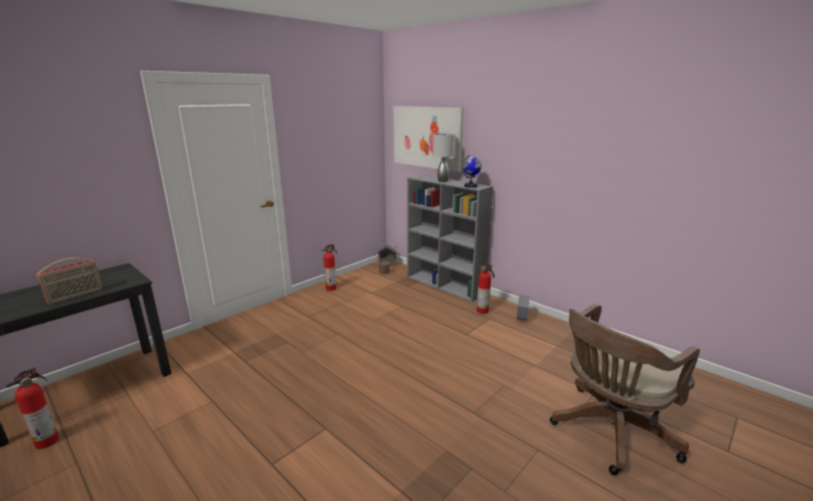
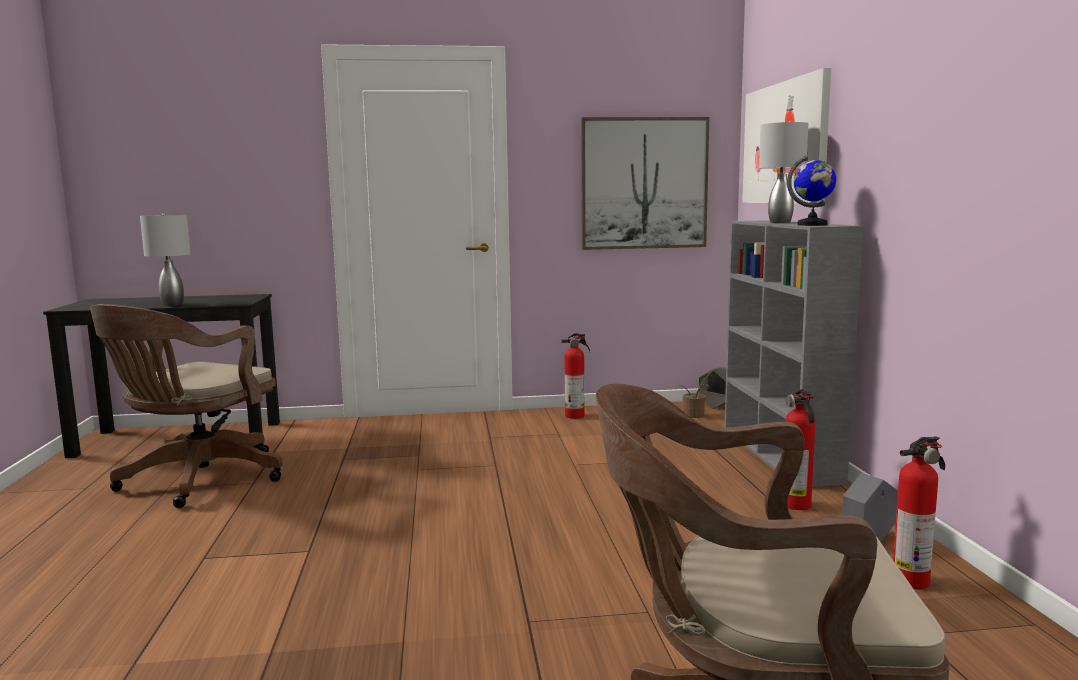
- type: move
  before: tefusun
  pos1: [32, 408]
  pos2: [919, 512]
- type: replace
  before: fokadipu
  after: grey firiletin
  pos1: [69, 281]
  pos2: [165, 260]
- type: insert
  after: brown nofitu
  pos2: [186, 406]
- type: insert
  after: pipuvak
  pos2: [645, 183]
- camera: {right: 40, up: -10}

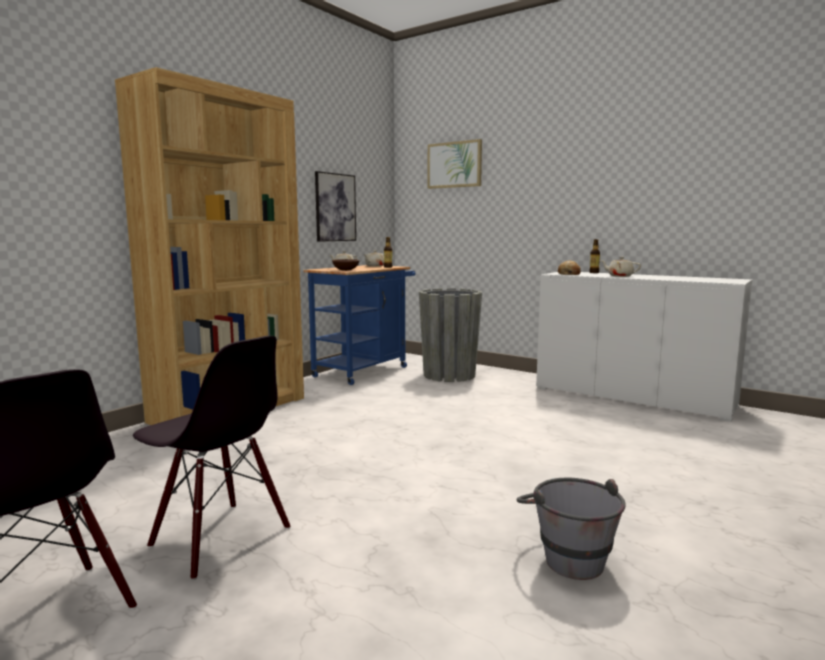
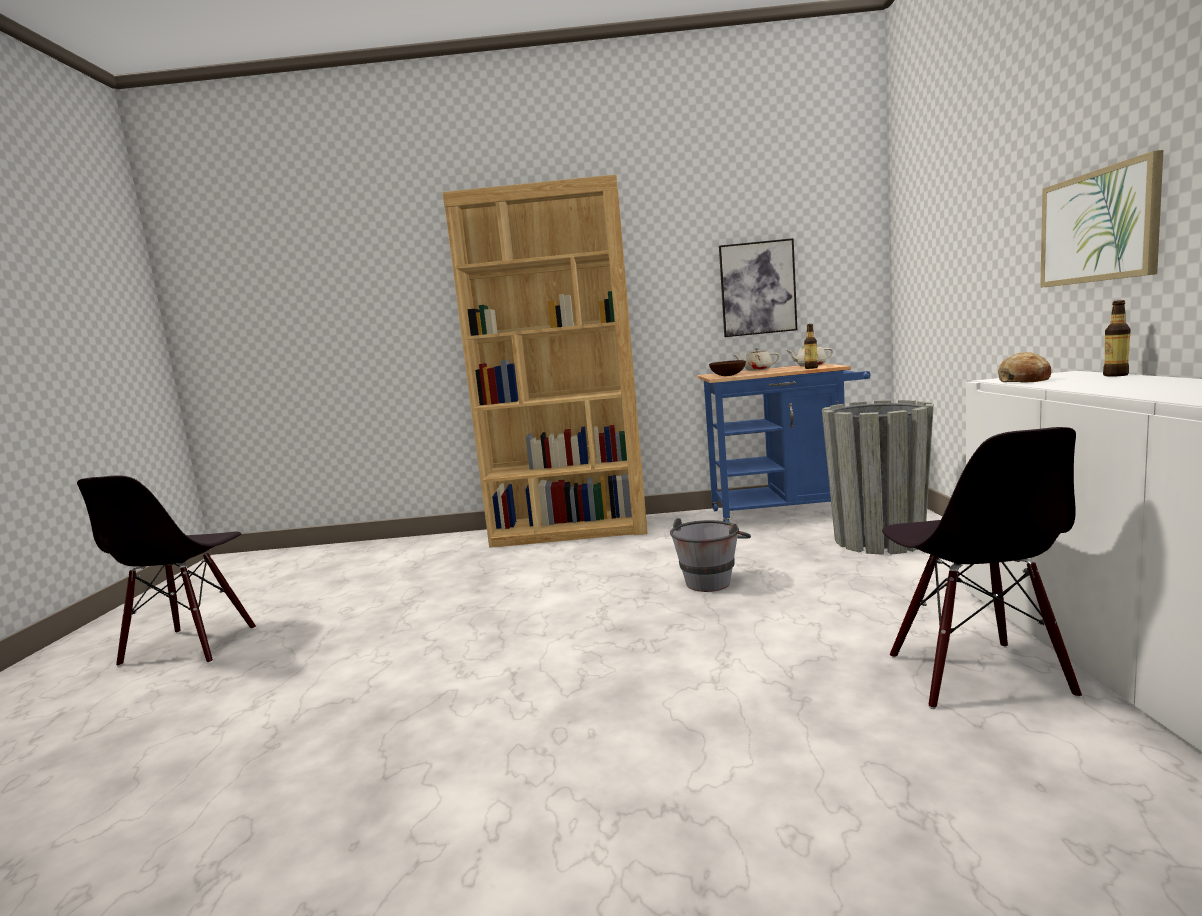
- type: move
  before: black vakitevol
  pos1: [211, 458]
  pos2: [982, 568]
- type: move
  before: pipuvak
  pos1: [454, 164]
  pos2: [1101, 219]
- type: move
  before: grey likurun
  pos1: [571, 529]
  pos2: [710, 555]
- type: delete
  before: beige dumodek
  pos1: [620, 267]
- camera: {right: 55, up: 0}

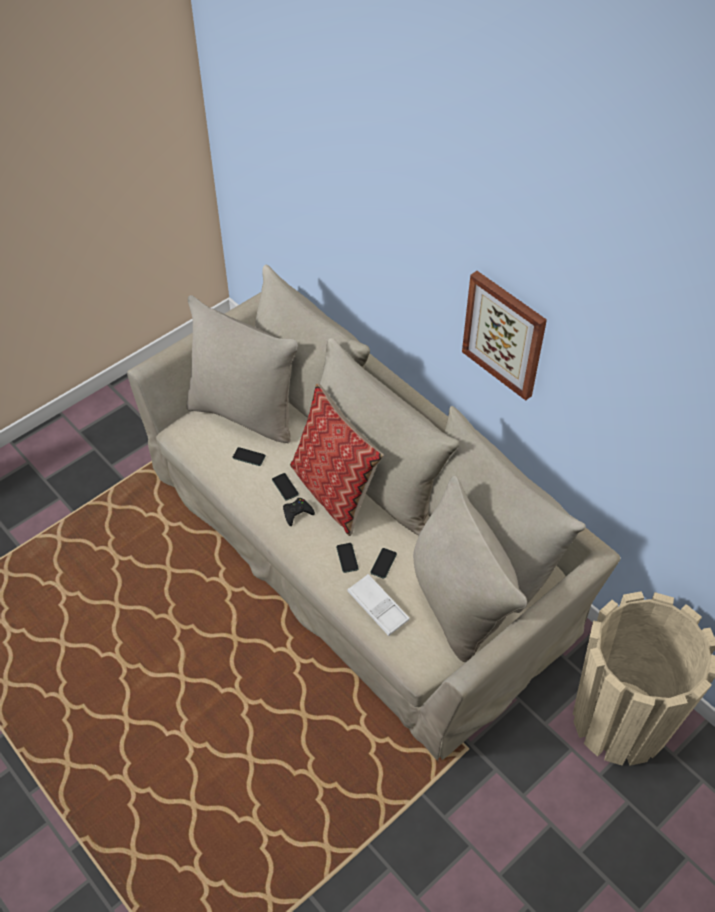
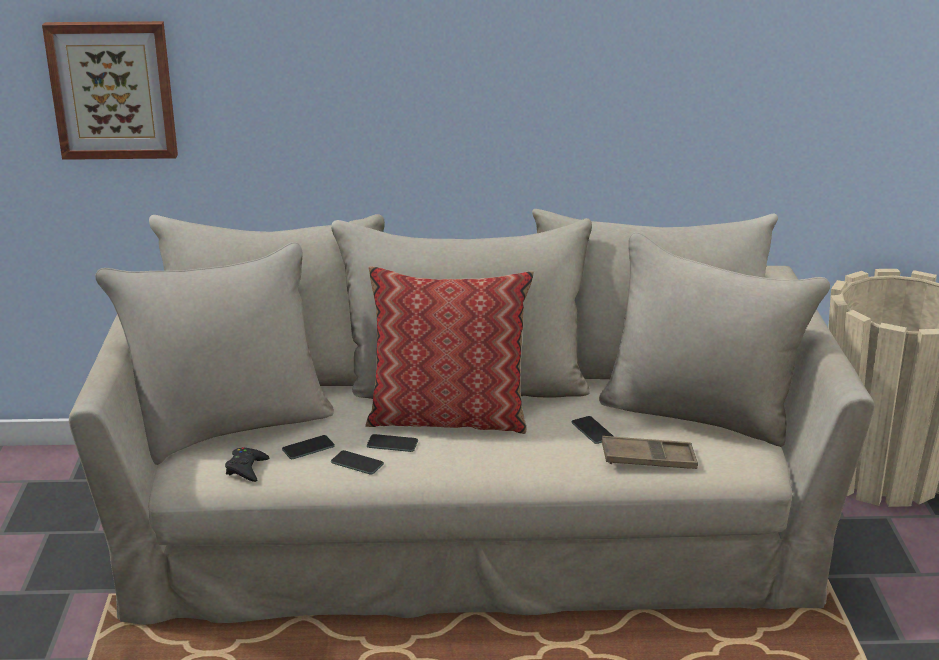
- type: move
  before: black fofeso
  pos1: [299, 512]
  pos2: [247, 464]
- type: move
  before: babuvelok
  pos1: [347, 558]
  pos2: [357, 462]
- type: recolor
  before: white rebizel
  after: brown rebizel
  pos1: [379, 605]
  pos2: [650, 452]
- type: move
  before: pipuvak
  pos1: [504, 335]
  pos2: [110, 90]
- camera: {right: -50, up: -25}

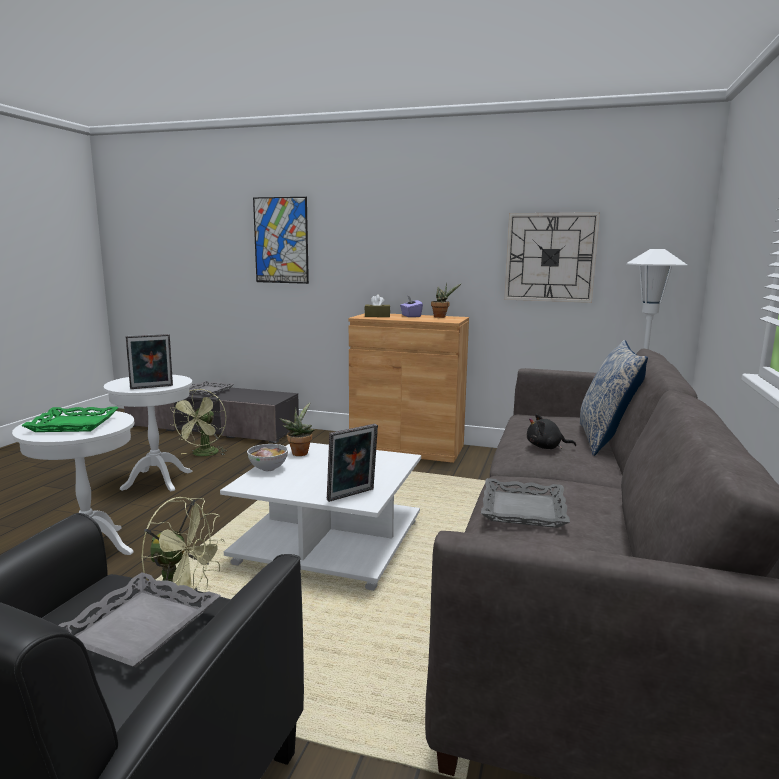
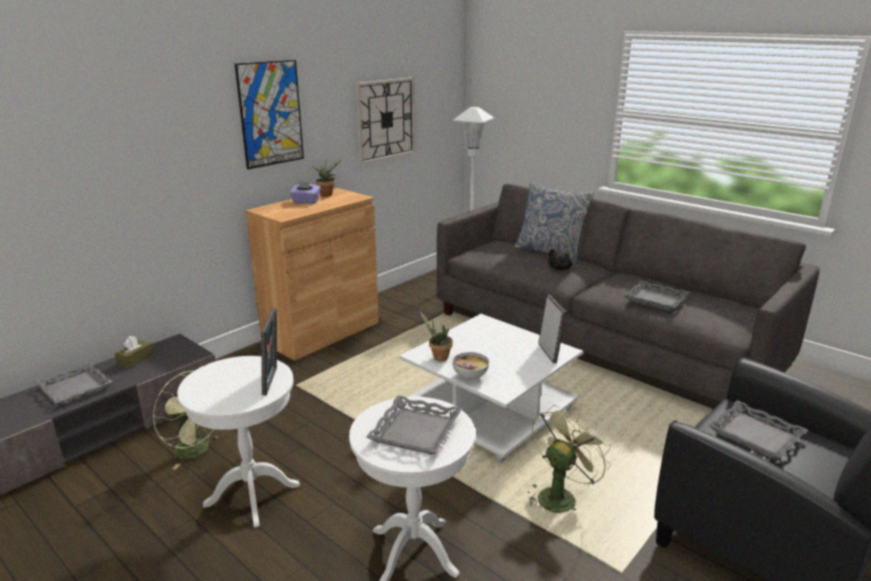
- type: recolor
  before: green rebizel
  after: grey rebizel
  pos1: [70, 419]
  pos2: [414, 425]
- type: move
  before: pipuvak
  pos1: [281, 240]
  pos2: [269, 114]
- type: move
  before: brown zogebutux
  pos1: [377, 306]
  pos2: [134, 352]
- camera: {right: -65, up: 10}

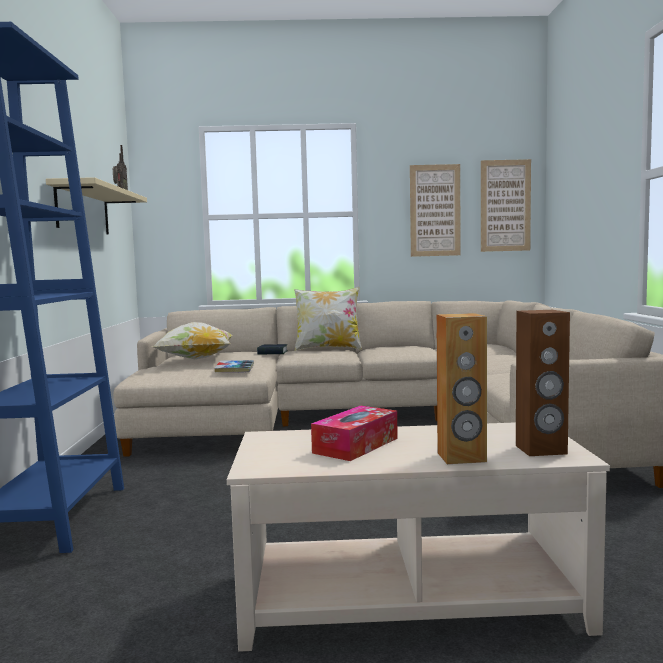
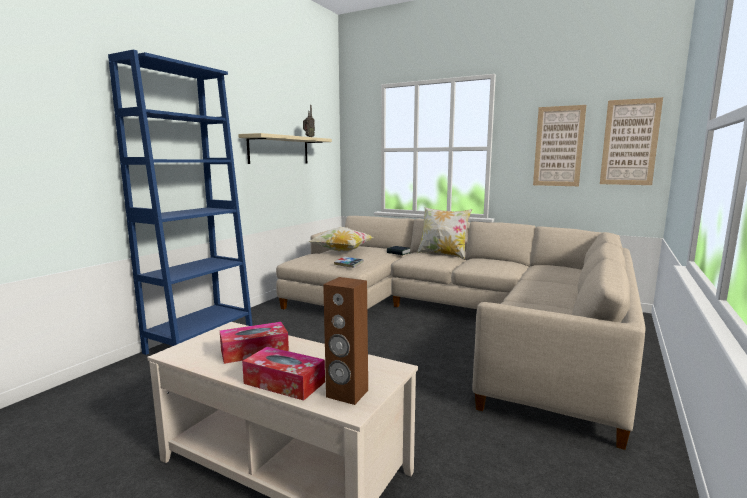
- type: replace
  before: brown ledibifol
  after: zogebutux
  pos1: [461, 388]
  pos2: [283, 374]
- camera: {right: 30, up: 5}

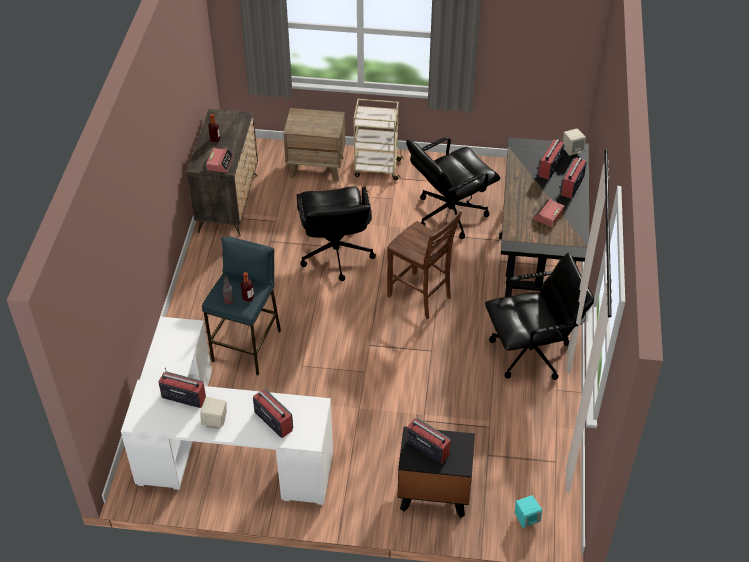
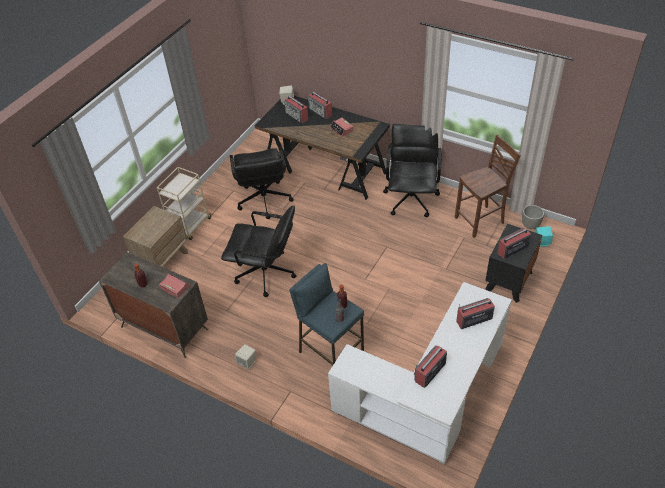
- type: move
  before: beige ledibifol
  pos1: [213, 413]
  pos2: [246, 356]
- type: move
  before: brown vakitevol
  pos1: [424, 264]
  pos2: [488, 186]
- type: insert
  after: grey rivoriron
  pos2: [533, 217]
- camera: {right: -65, up: 0}

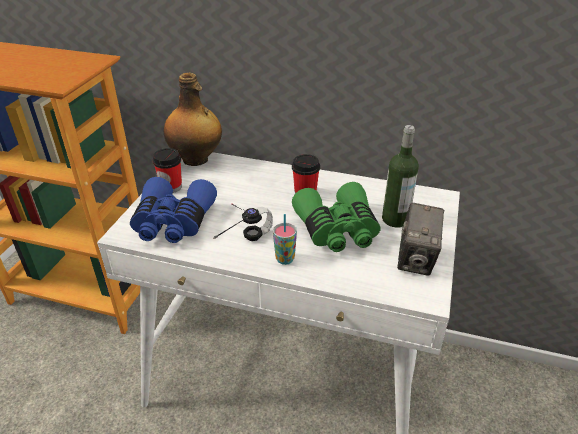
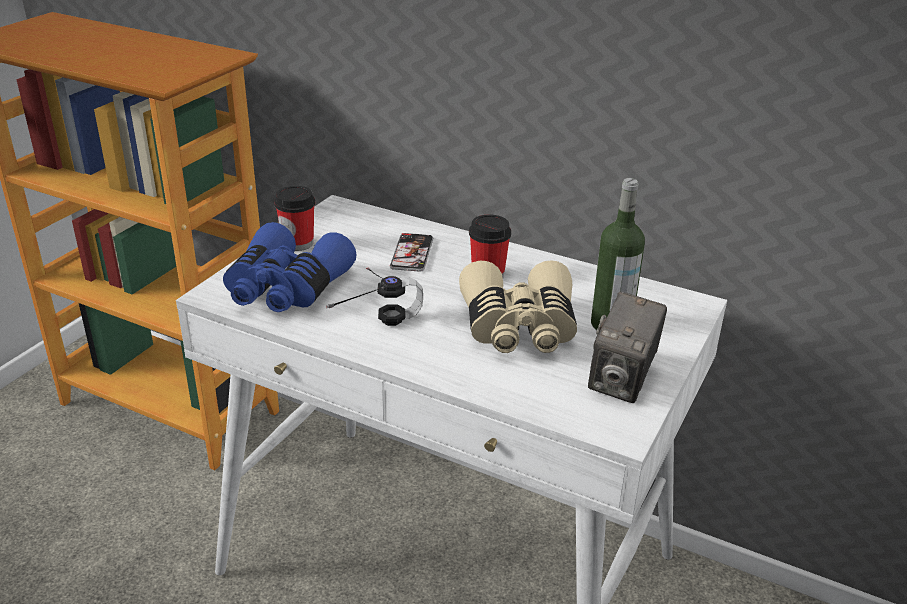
- type: delete
  before: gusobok
  pos1: [193, 119]
- type: delete
  before: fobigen
  pos1: [285, 239]
- type: recolor
  before: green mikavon
  after: beige mikavon
  pos1: [336, 217]
  pos2: [518, 306]
- type: insert
  after: babuvelok
  pos2: [411, 252]
- camera: {right: 10, up: -5}

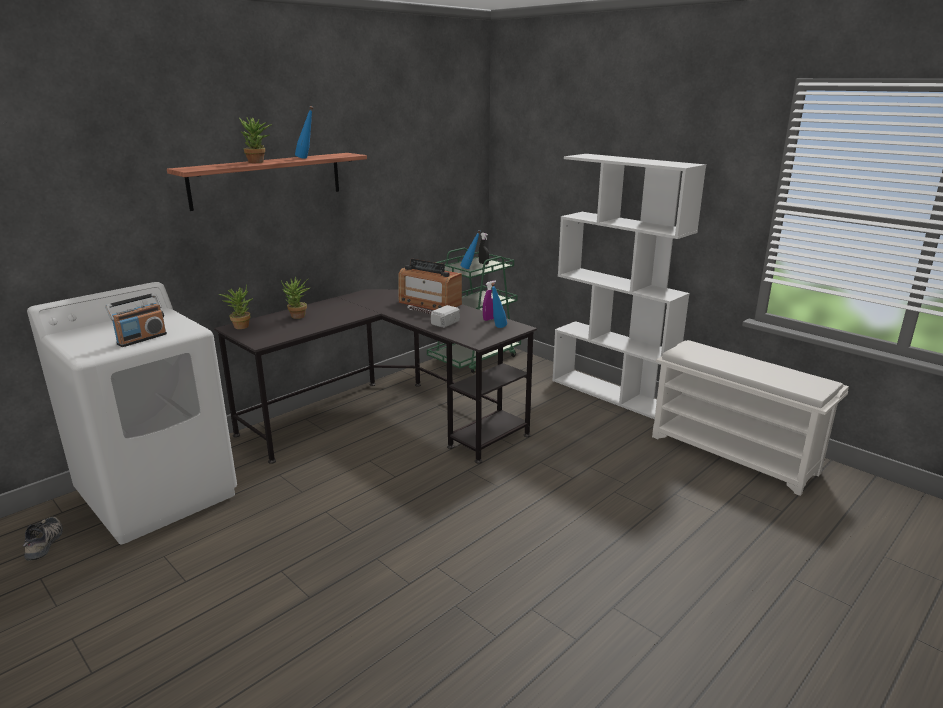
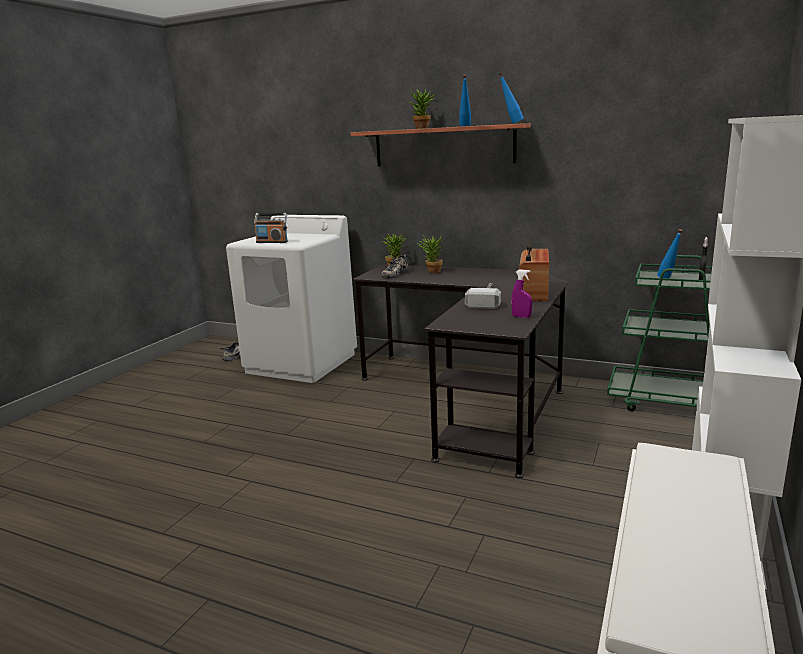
- type: move
  before: blue gusobok
  pos1: [499, 305]
  pos2: [511, 98]
- type: insert
  after: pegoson
  pos2: [395, 266]
- camera: {right: 70, up: -5}

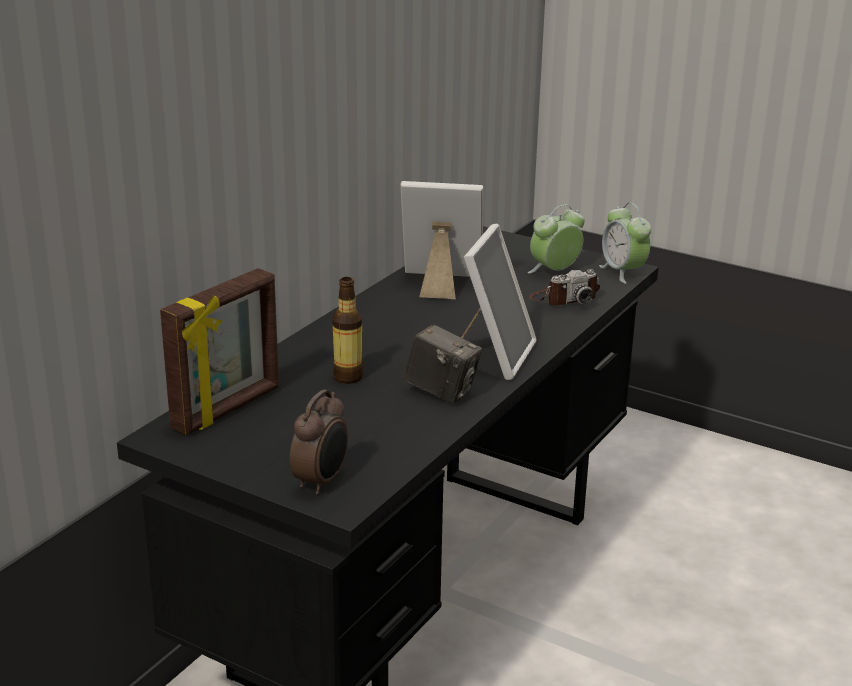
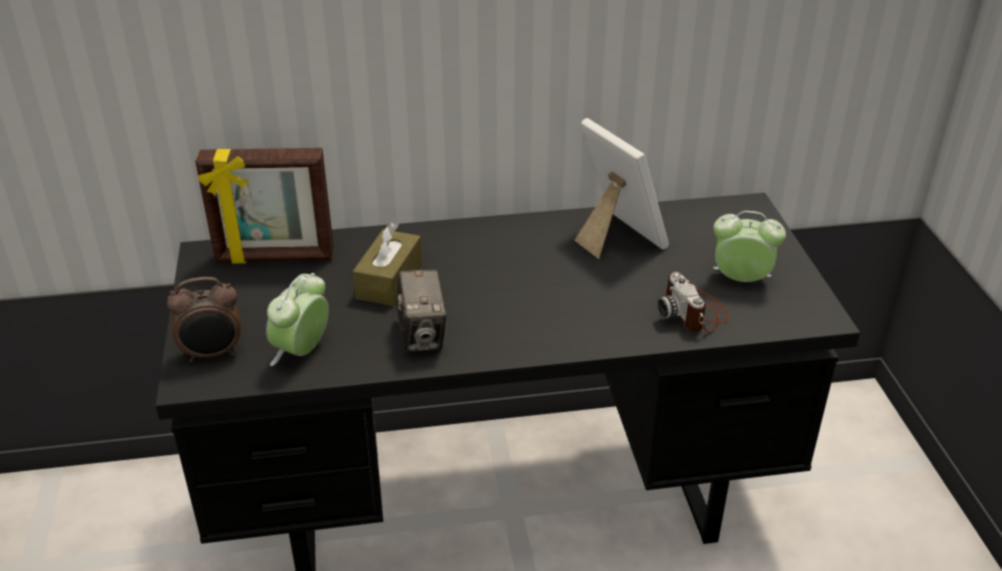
- type: replace
  before: gusobok
  after: brown zogebutux
  pos1: [347, 330]
  pos2: [387, 264]
- type: delete
  before: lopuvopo
  pos1: [499, 302]
- type: rotate
  before: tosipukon
  pos1: [564, 287]
  pos2: [693, 302]
  turn: 45
- type: move
  before: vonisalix
  pos1: [625, 243]
  pos2: [297, 319]
- camera: {right: 50, up: 10}

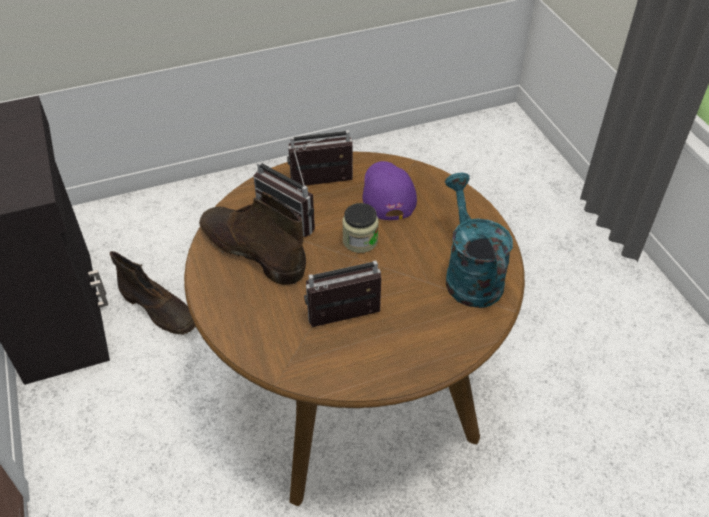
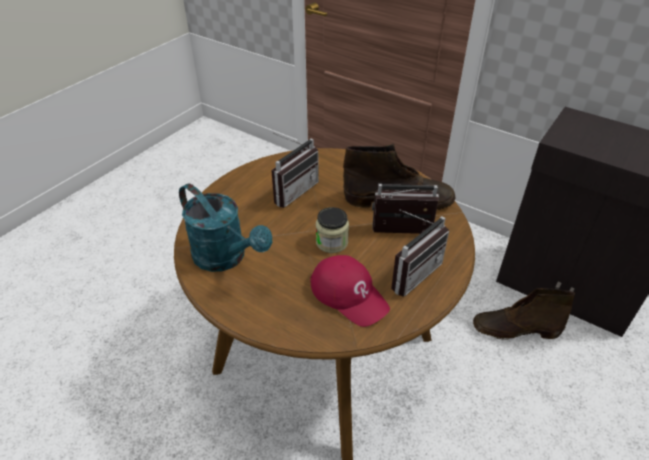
- type: recolor
  before: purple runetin
  after: red runetin
  pos1: [390, 190]
  pos2: [350, 291]
- camera: {right: 145, up: -5}

